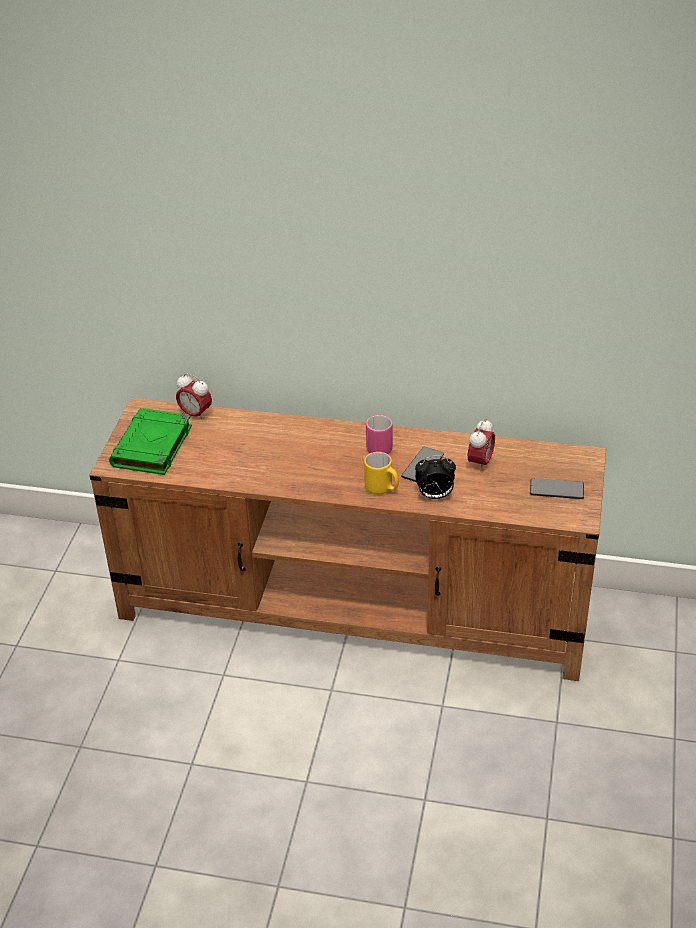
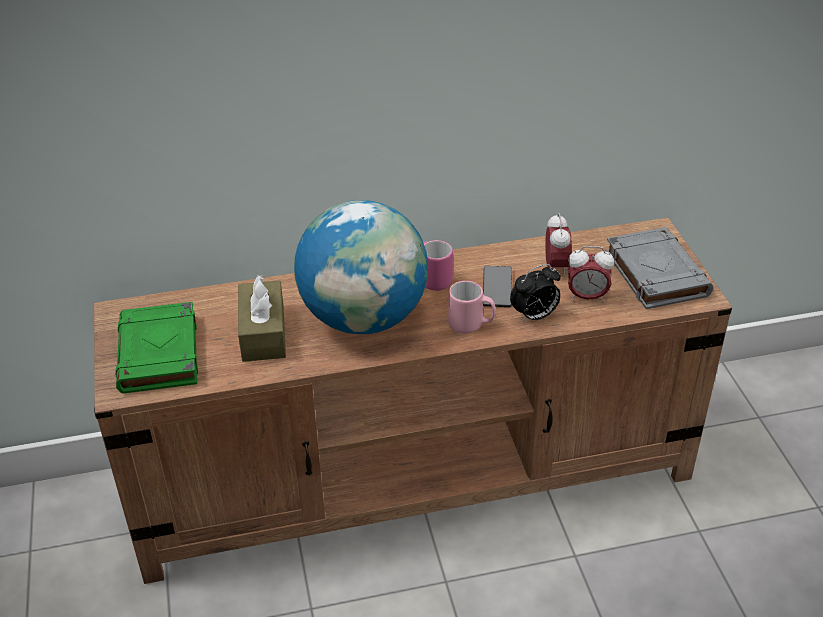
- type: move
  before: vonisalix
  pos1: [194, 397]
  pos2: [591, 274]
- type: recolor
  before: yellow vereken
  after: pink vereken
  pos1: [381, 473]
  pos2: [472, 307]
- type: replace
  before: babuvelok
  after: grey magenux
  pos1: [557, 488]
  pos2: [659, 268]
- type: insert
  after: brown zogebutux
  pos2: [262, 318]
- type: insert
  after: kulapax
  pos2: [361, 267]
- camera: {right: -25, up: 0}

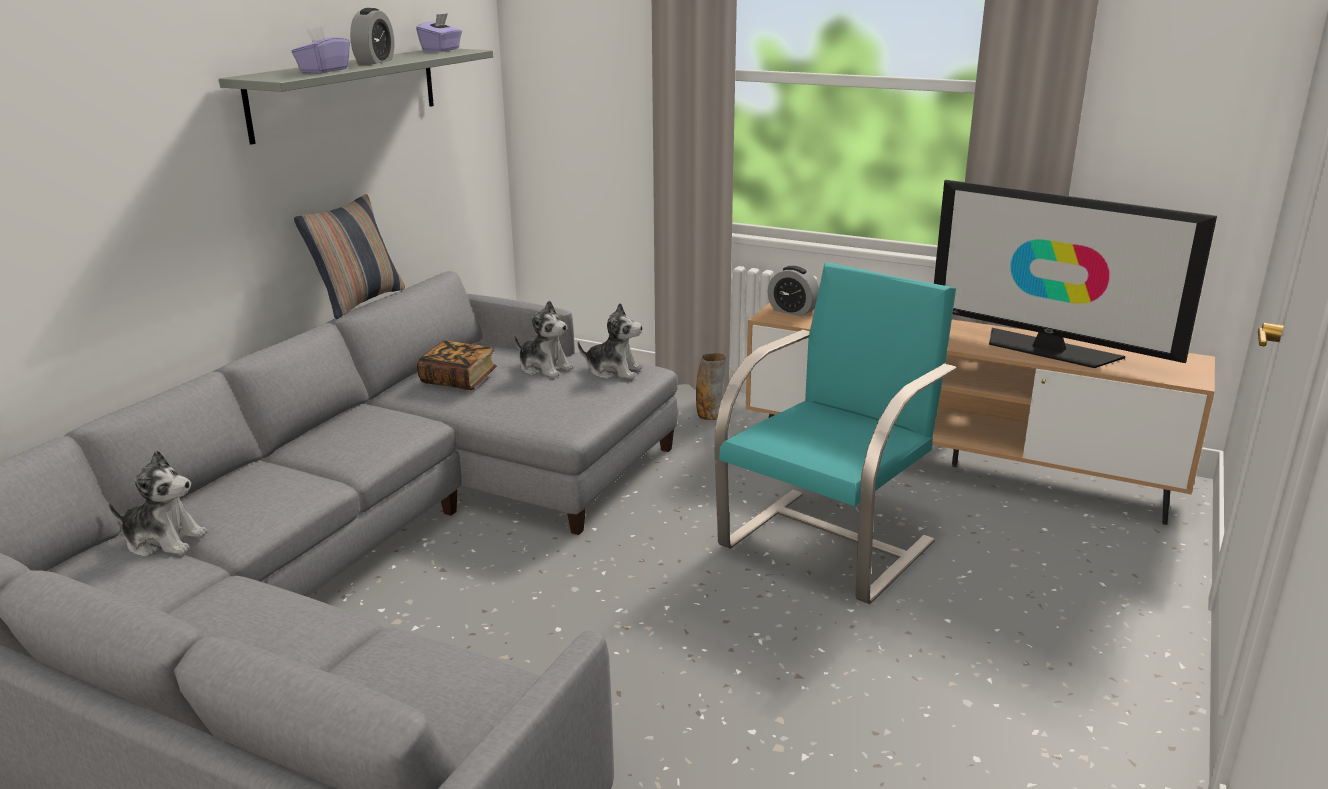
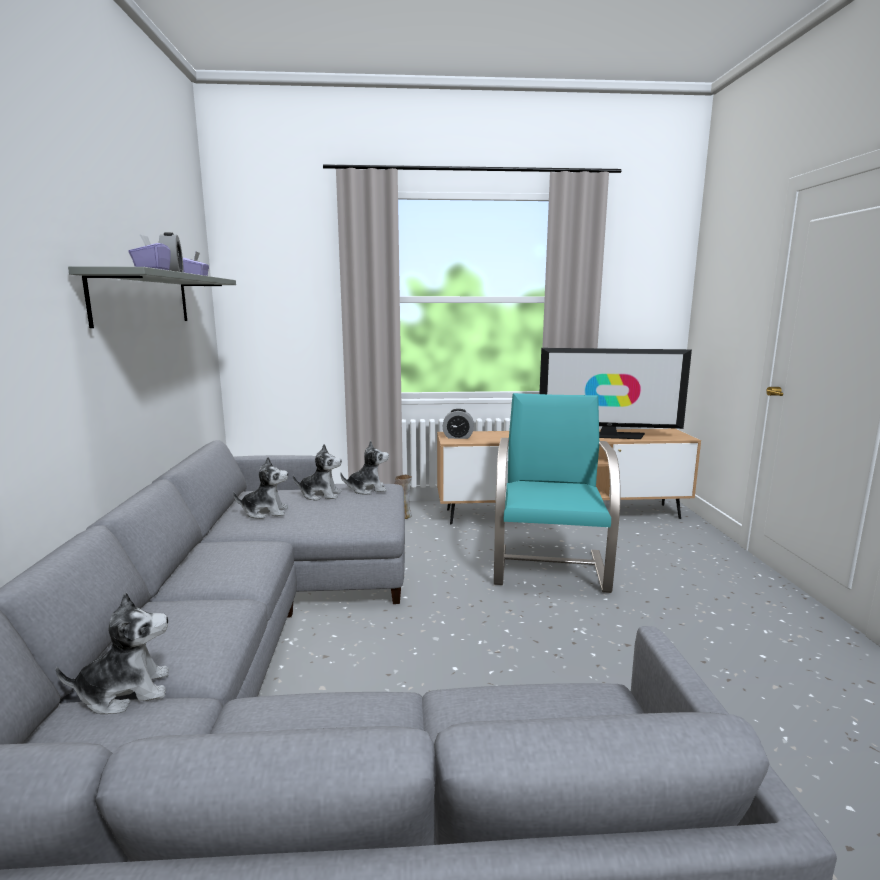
- type: delete
  before: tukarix
  pos1: [349, 256]
- type: replace
  before: magenux
  after: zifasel
  pos1: [457, 365]
  pos2: [260, 488]
- camera: {right: -30, up: -10}

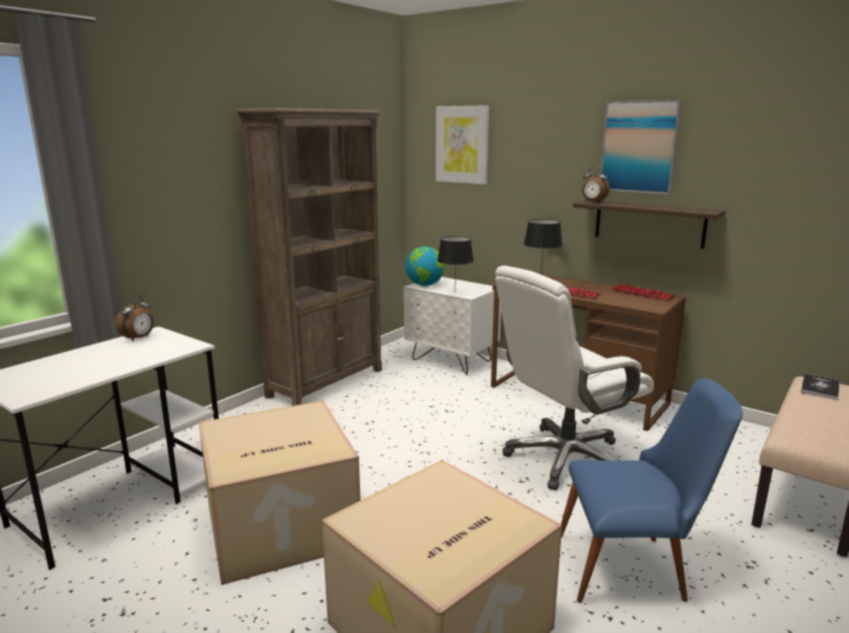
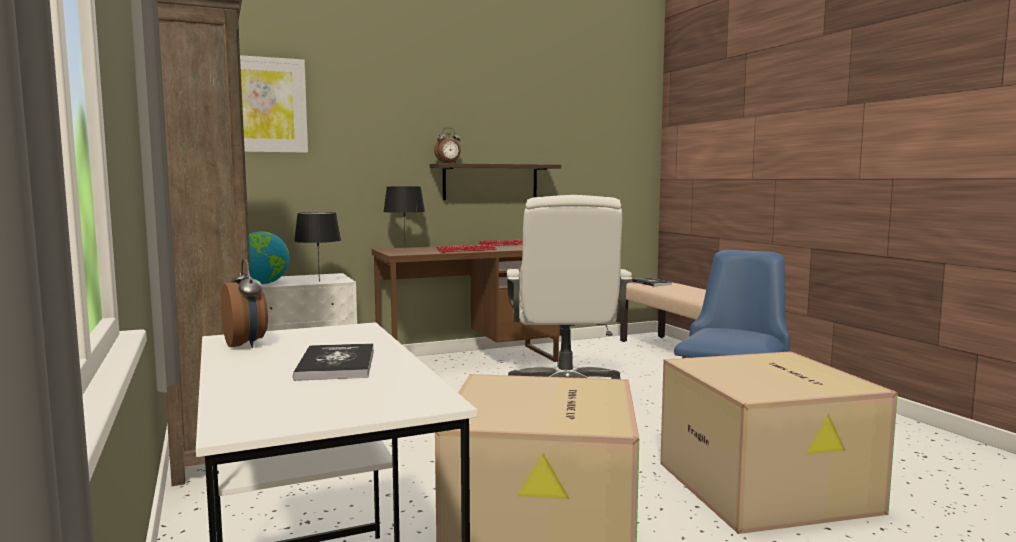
- type: delete
  before: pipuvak
  pos1: [641, 147]
- type: insert
  after: magenux
  pos2: [333, 362]
- camera: {right: -60, up: -10}

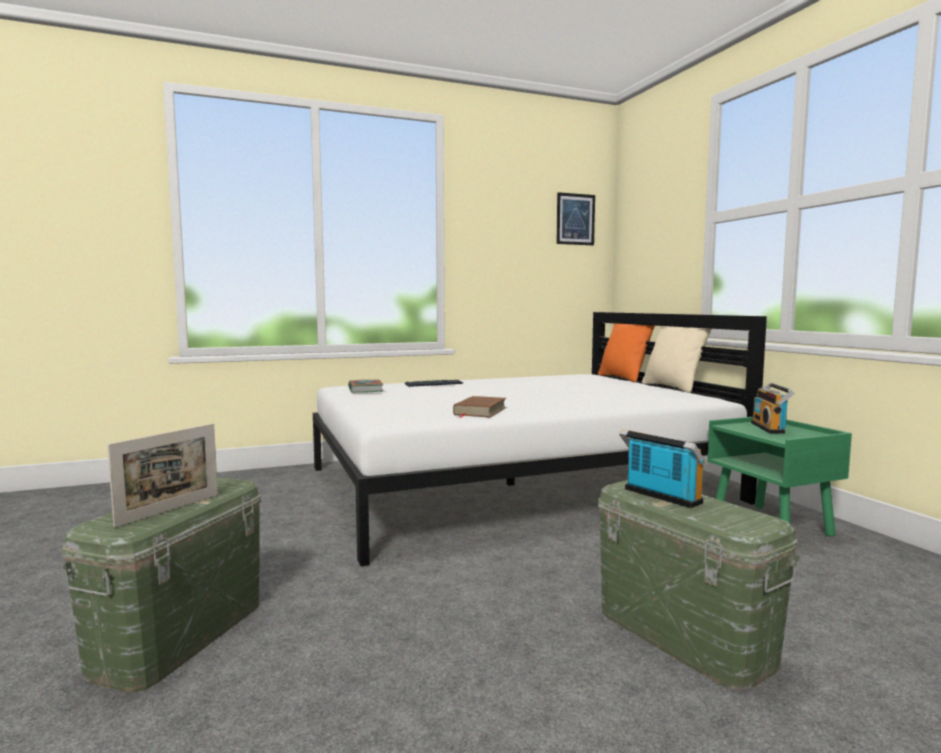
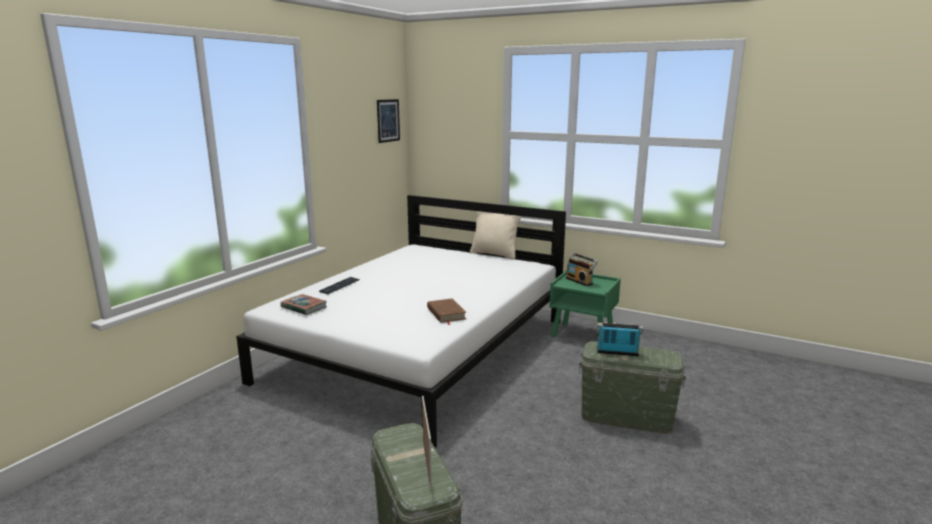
- type: delete
  before: orange tukarix
  pos1: [626, 352]
- camera: {right: -40, up: 10}

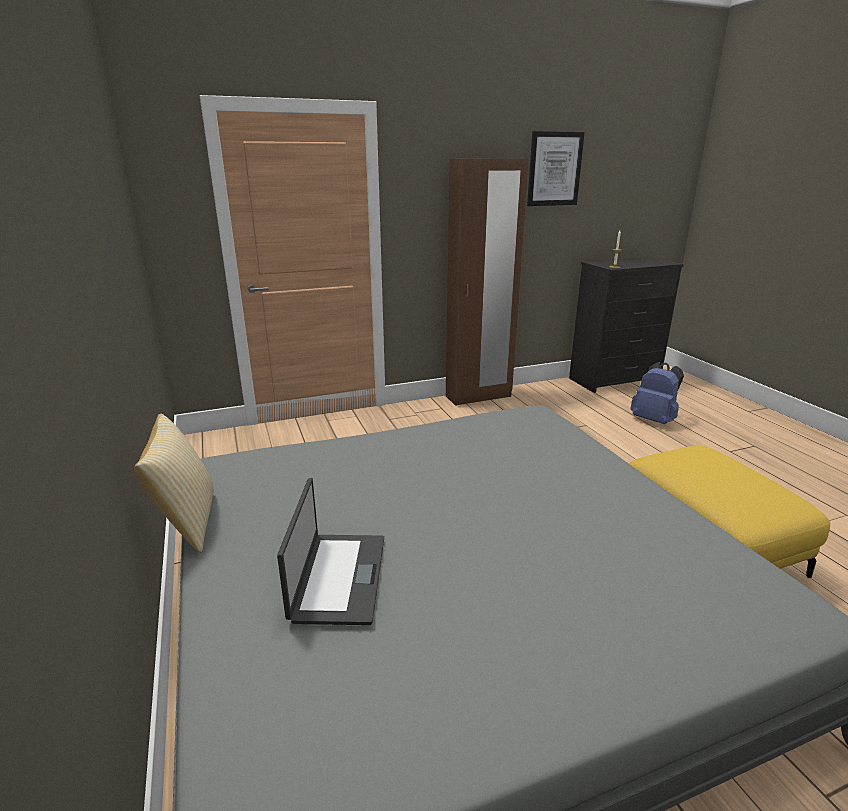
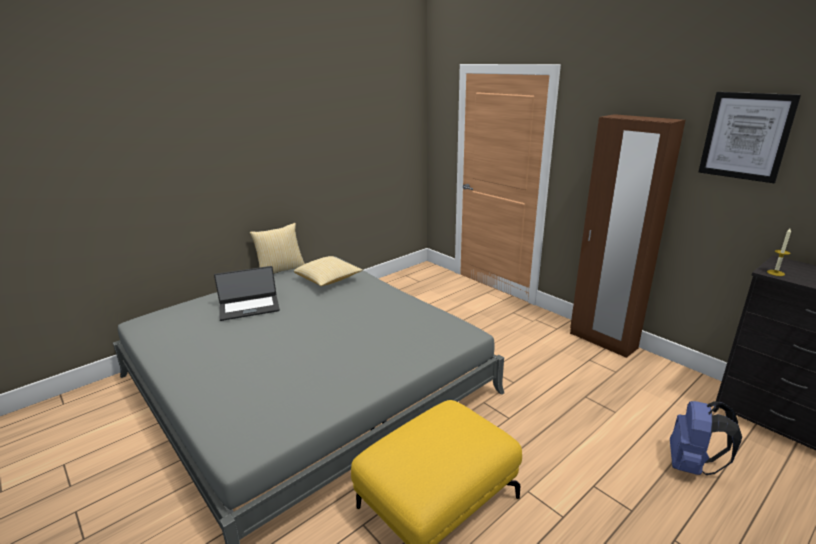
- type: insert
  after: tukarix
  pos2: [328, 271]
- camera: {right: 70, up: 0}

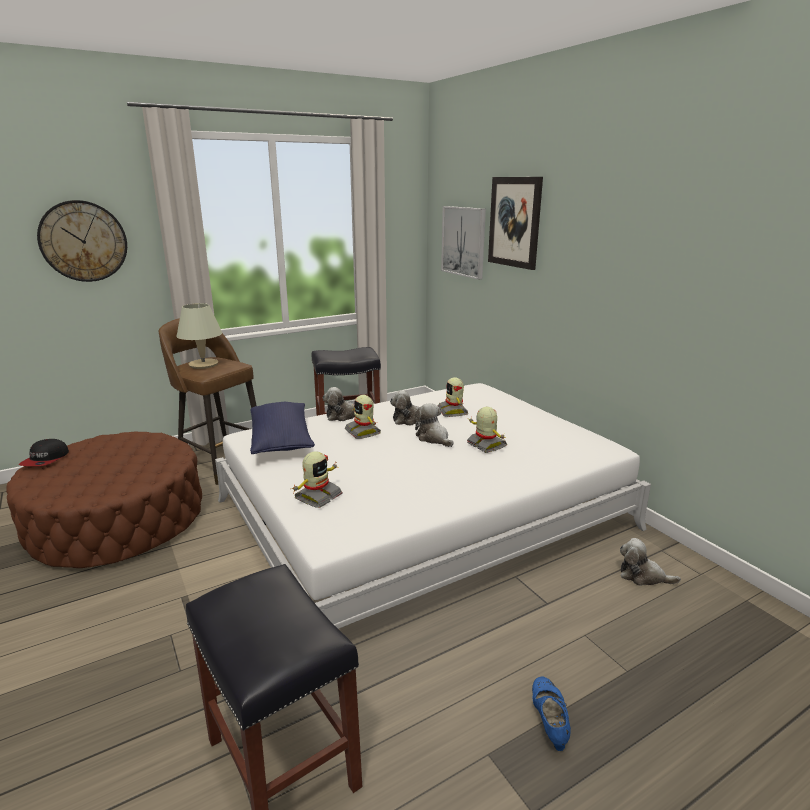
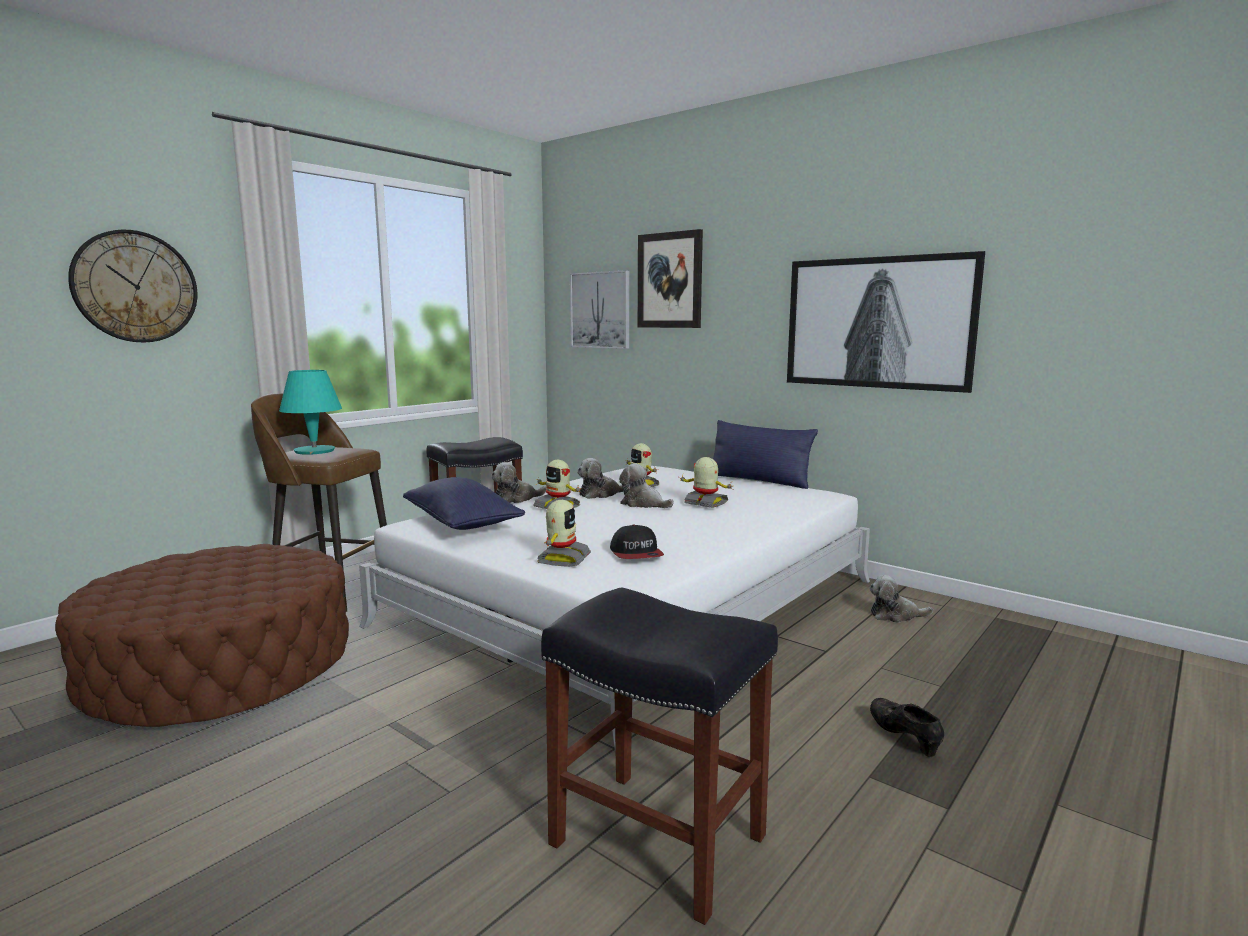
- type: move
  before: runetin
  pos1: [44, 452]
  pos2: [637, 542]
- type: recolor
  before: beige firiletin
  after: turquoise firiletin
  pos1: [199, 336]
  pos2: [310, 412]
- type: recolor
  before: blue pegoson
  after: black pegoson
  pos1: [551, 714]
  pos2: [907, 727]
- type: insert
  after: blue tukarix
  pos2: [765, 454]
- type: insert
  after: pipuvak
  pos2: [886, 322]
- camera: {right: -20, up: -10}

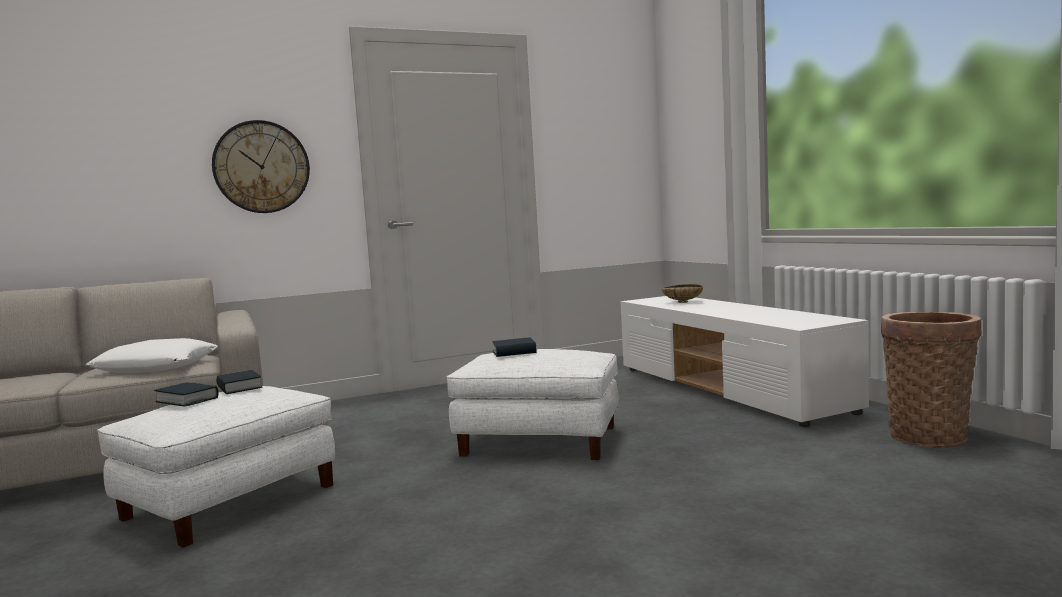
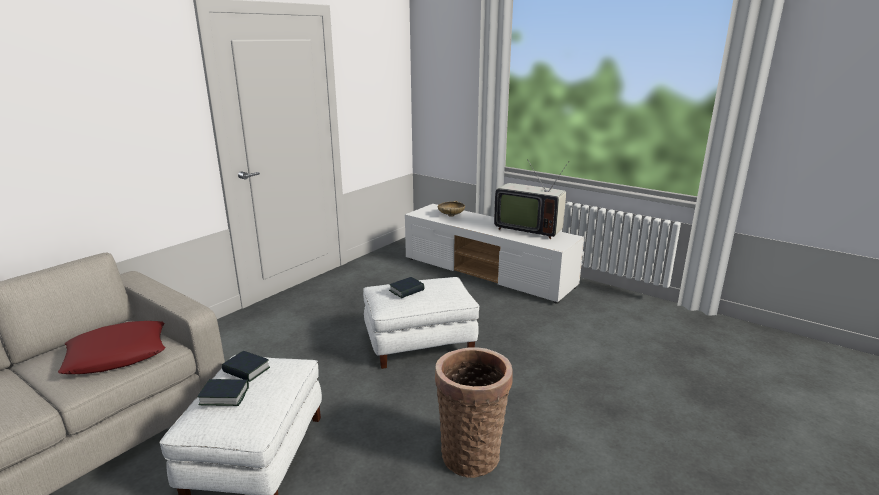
- type: recolor
  before: white tukarix
  after: red tukarix
  pos1: [151, 355]
  pos2: [112, 347]
- type: delete
  before: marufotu
  pos1: [261, 166]
- type: move
  before: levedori
  pos1: [931, 380]
  pos2: [474, 412]
- type: insert
  after: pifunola
  pos2: [531, 199]
- camera: {right: -30, up: 15}

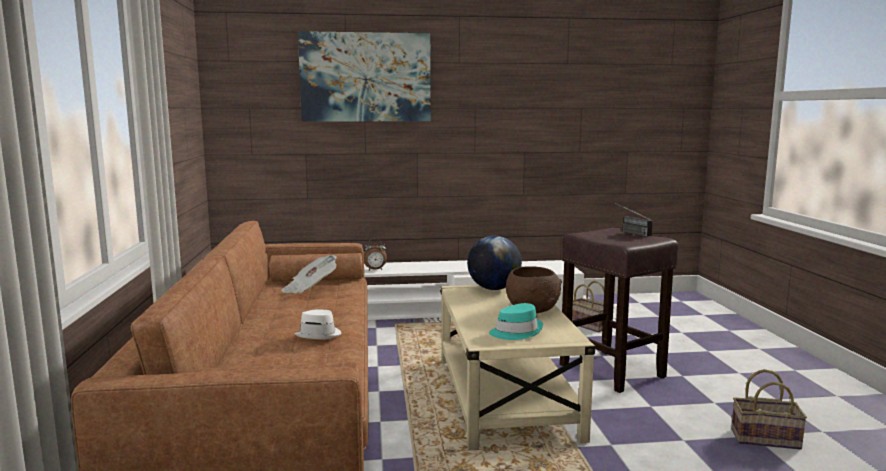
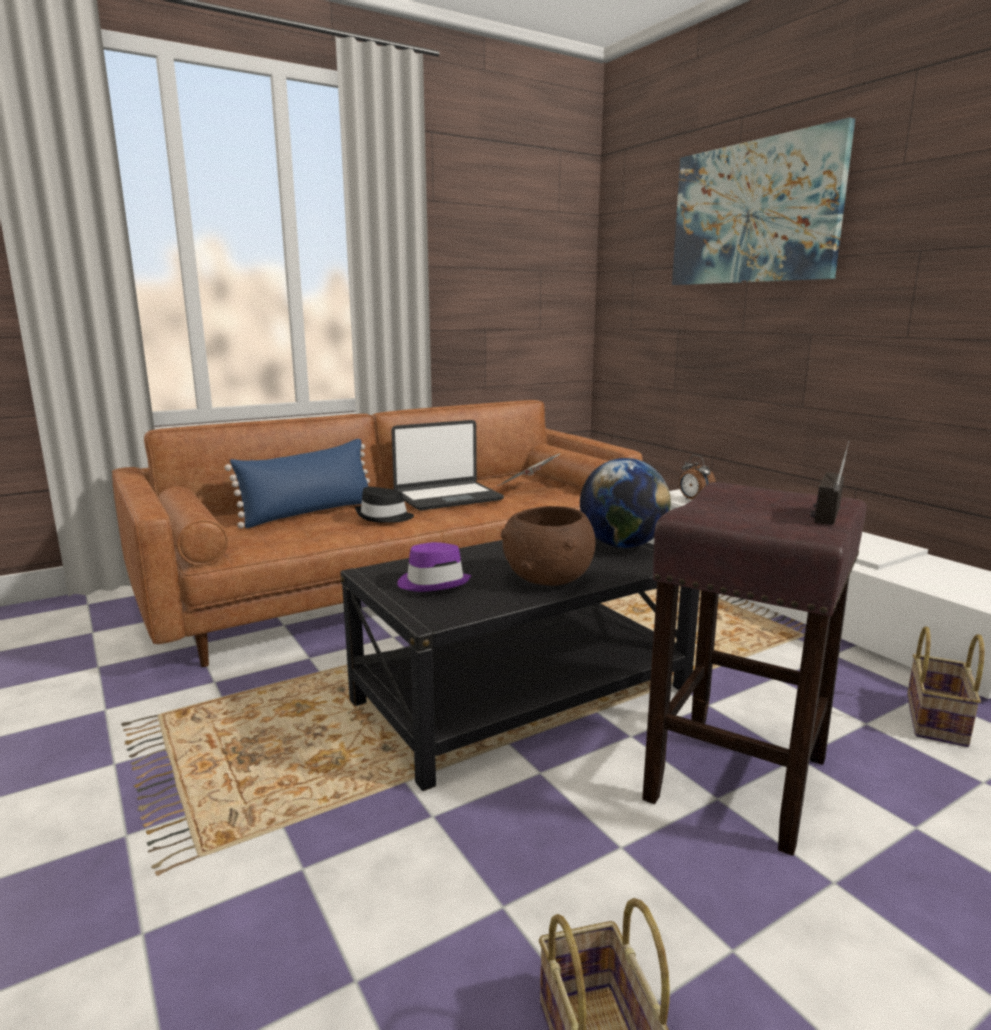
- type: recolor
  before: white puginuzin
  after: black puginuzin
  pos1: [318, 324]
  pos2: [384, 505]
- type: recolor
  before: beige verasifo
  after: black verasifo
  pos1: [517, 367]
  pos2: [520, 664]
- type: recolor
  before: turquoise puginuzin
  after: purple puginuzin
  pos1: [516, 321]
  pos2: [434, 567]
- type: insert
  after: blue tukarix
  pos2: [297, 483]
- type: insert
  after: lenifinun
  pos2: [447, 465]
- camera: {right: 65, up: 5}

